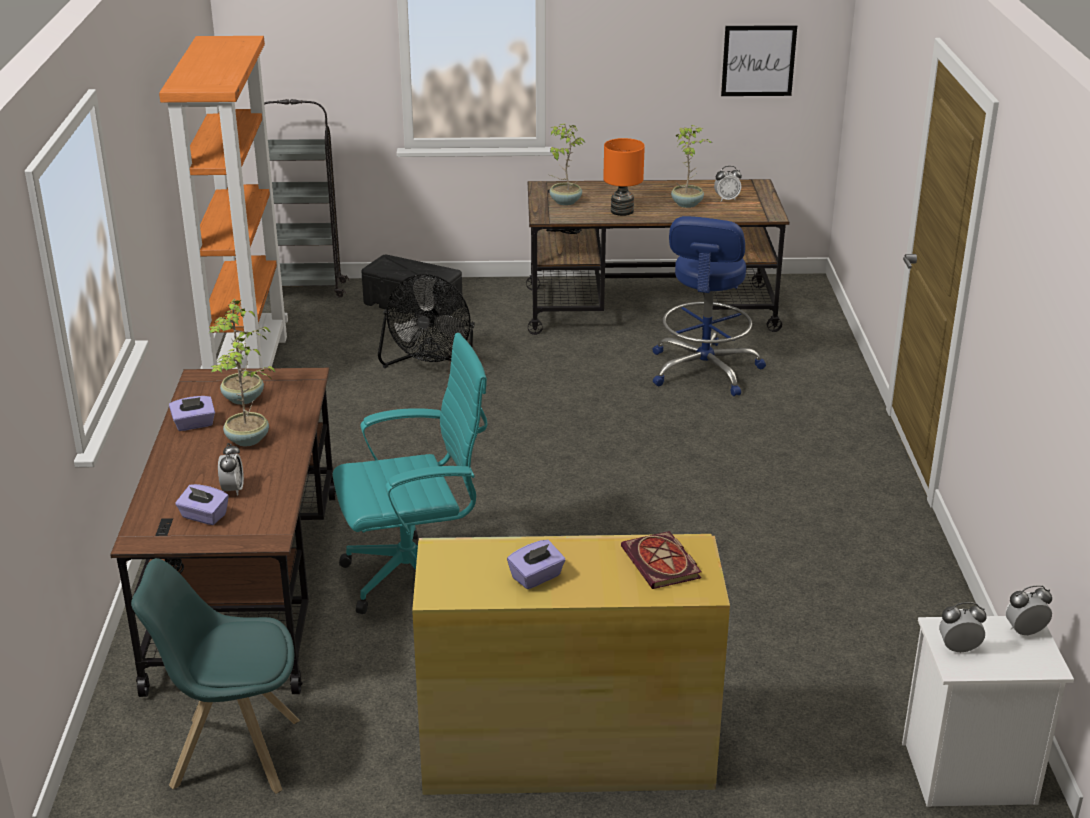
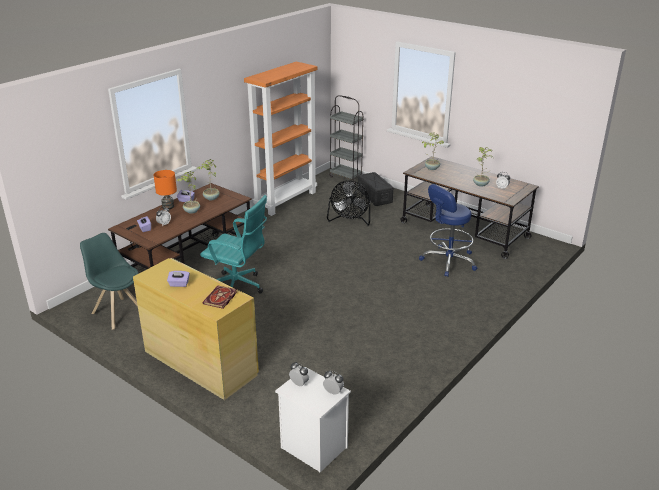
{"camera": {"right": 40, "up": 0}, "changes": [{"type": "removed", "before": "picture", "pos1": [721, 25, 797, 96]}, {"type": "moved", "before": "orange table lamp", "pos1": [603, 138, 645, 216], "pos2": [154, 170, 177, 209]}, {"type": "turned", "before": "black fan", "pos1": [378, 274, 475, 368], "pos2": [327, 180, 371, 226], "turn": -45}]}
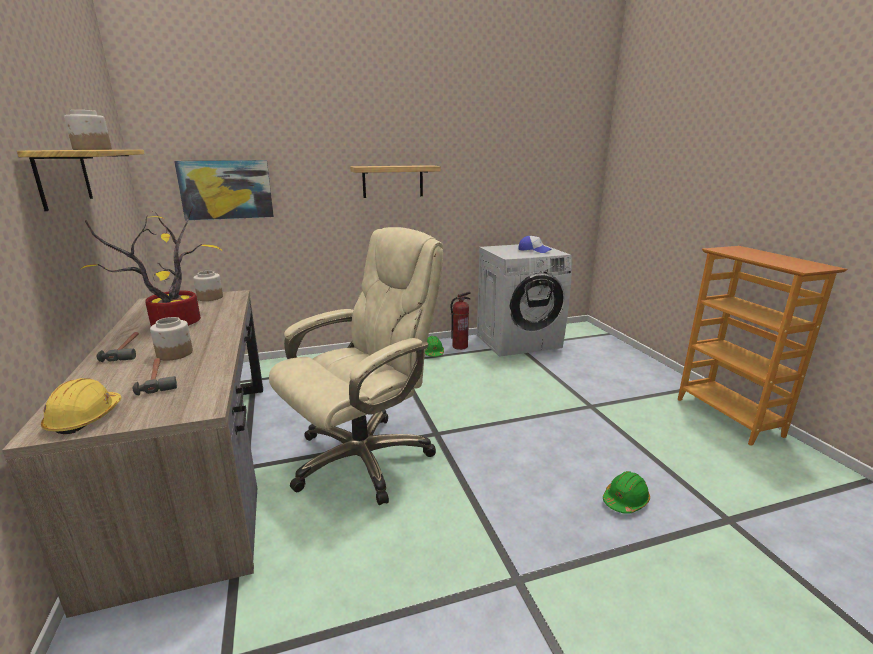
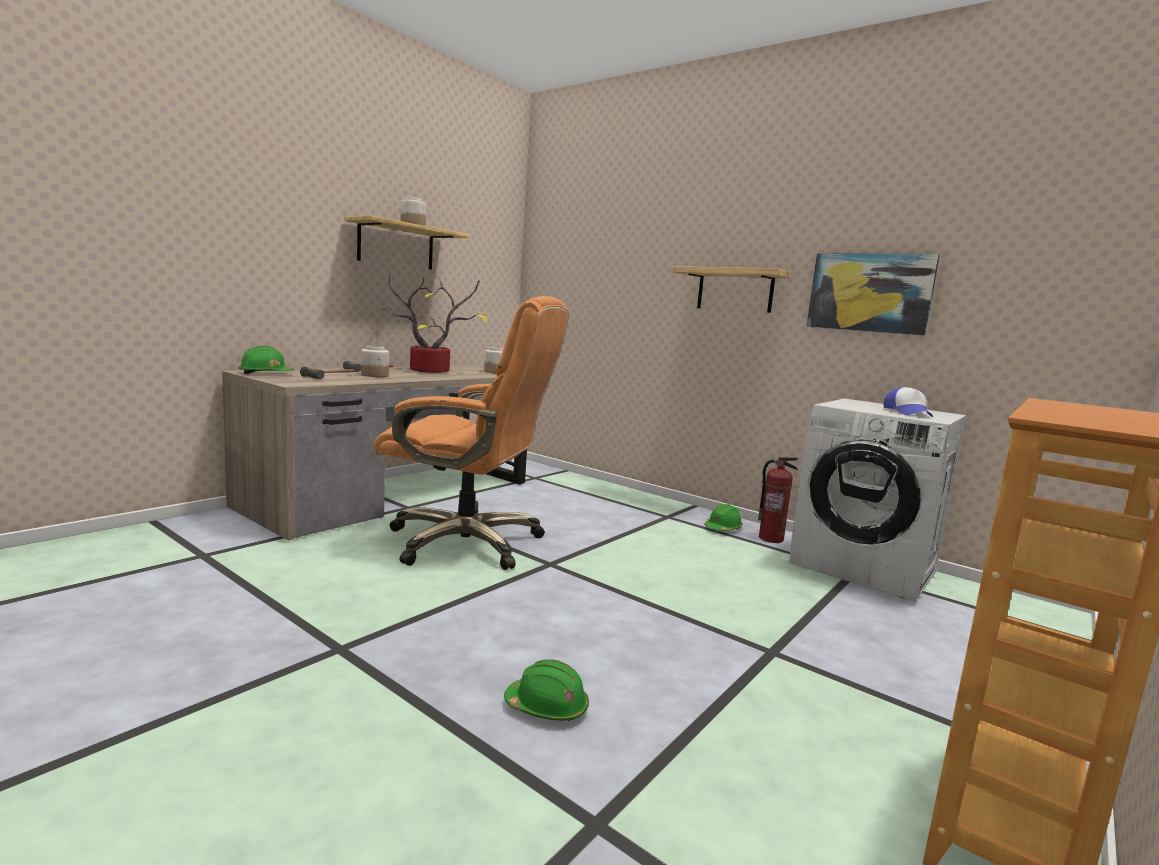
{"camera": {"right": 55, "up": -10}, "changes": [{"type": "moved", "before": "picture", "pos1": [174, 160, 274, 221], "pos2": [807, 253, 940, 336]}, {"type": "recoloured", "before": "beige office chair", "after": "orange office chair", "pos1": [269, 227, 443, 505], "pos2": [374, 296, 569, 570]}, {"type": "recoloured", "before": "yellow hard hat", "after": "green hard hat", "pos1": [41, 378, 122, 434], "pos2": [238, 346, 294, 374]}]}
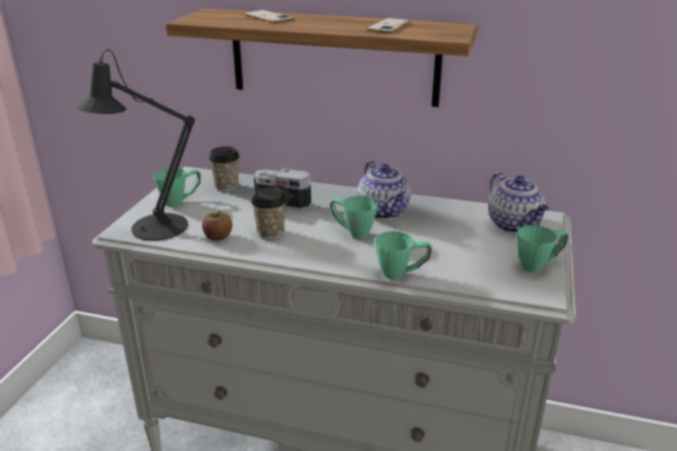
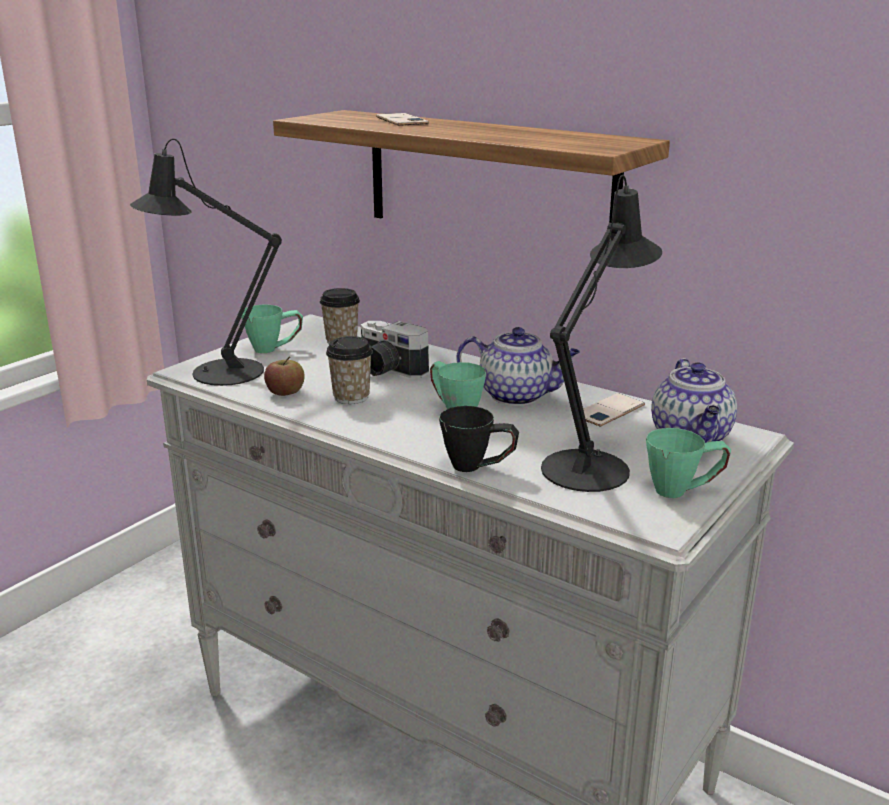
{"camera": {"right": 20, "up": -5}, "changes": [{"type": "moved", "before": "phone", "pos1": [366, 18, 411, 33], "pos2": [583, 393, 645, 427]}, {"type": "turned", "before": "teapot", "pos1": [357, 161, 411, 219], "pos2": [457, 327, 580, 406], "turn": -75}, {"type": "recoloured", "before": "green mug", "after": "black mug", "pos1": [375, 231, 433, 279], "pos2": [439, 406, 519, 472]}, {"type": "added", "after": "black table lamp", "pos2": [541, 175, 662, 492]}]}
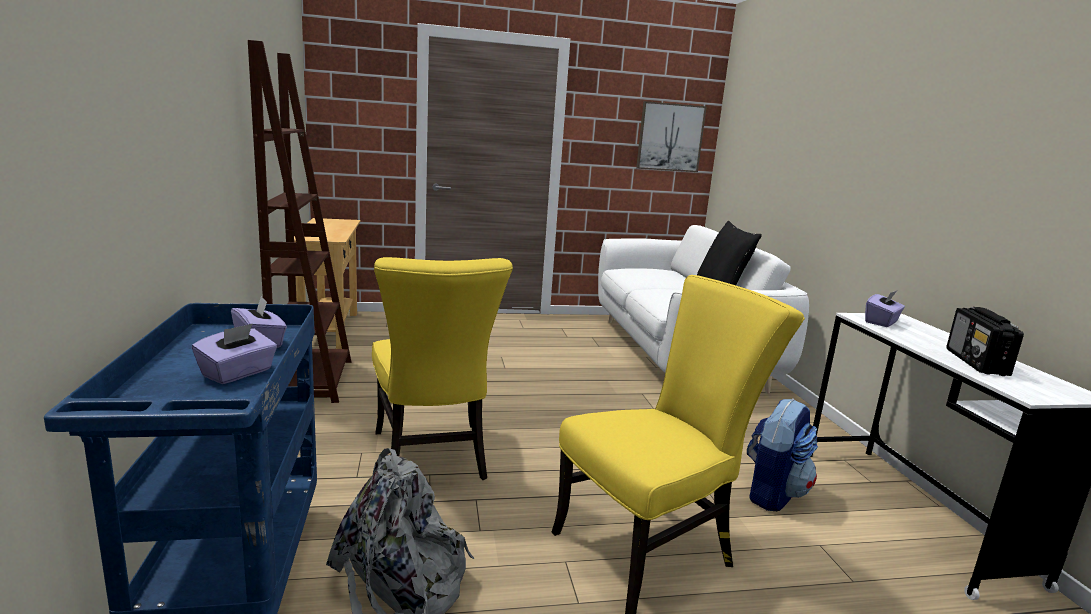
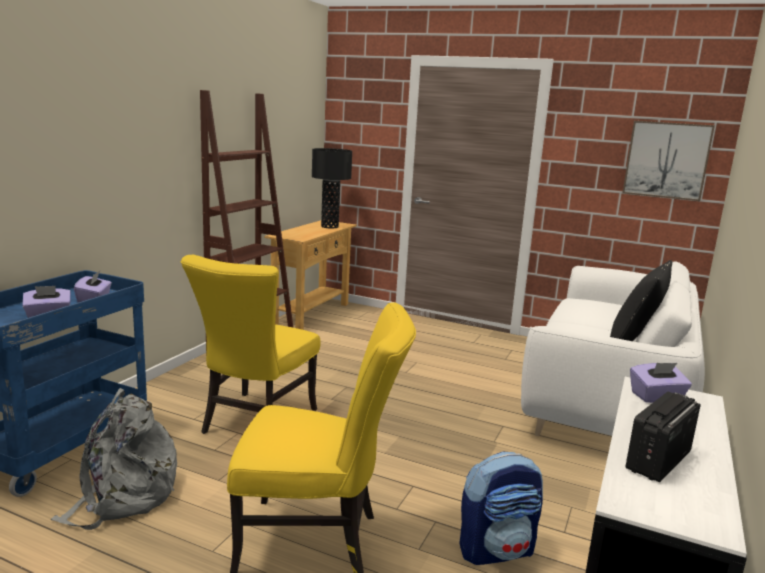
{"camera": {"right": 35, "up": 0}, "changes": [{"type": "added", "after": "black table lamp", "pos2": [312, 148, 352, 229]}]}
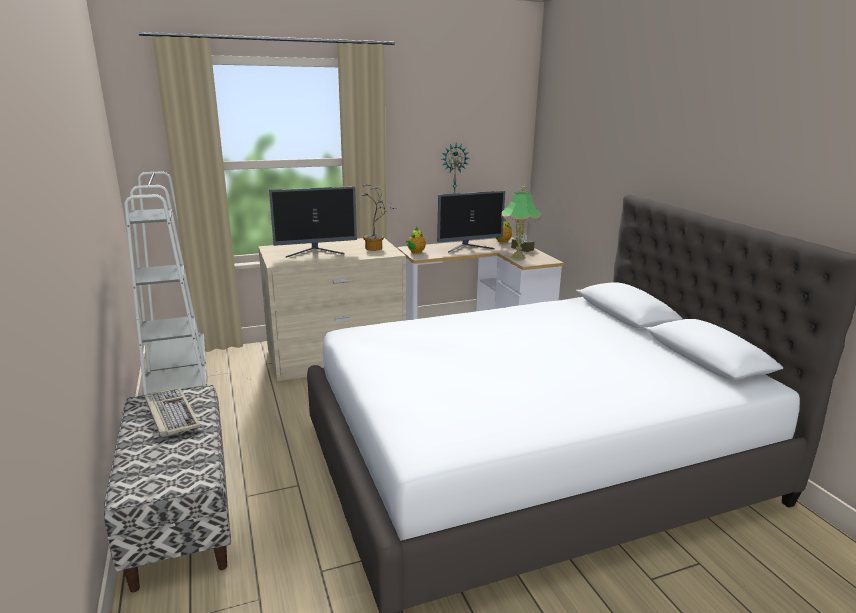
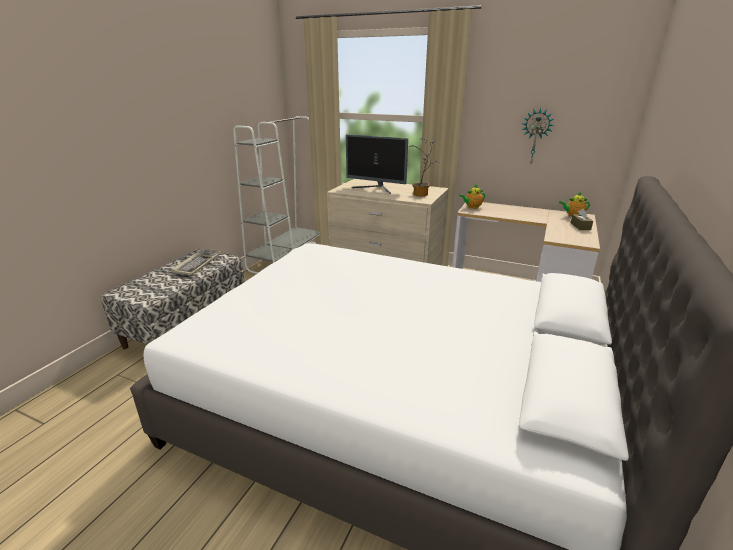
{"camera": {"right": 45, "up": 5}, "changes": [{"type": "removed", "before": "table lamp", "pos1": [501, 186, 541, 260]}, {"type": "removed", "before": "monitor", "pos1": [437, 191, 505, 253]}]}
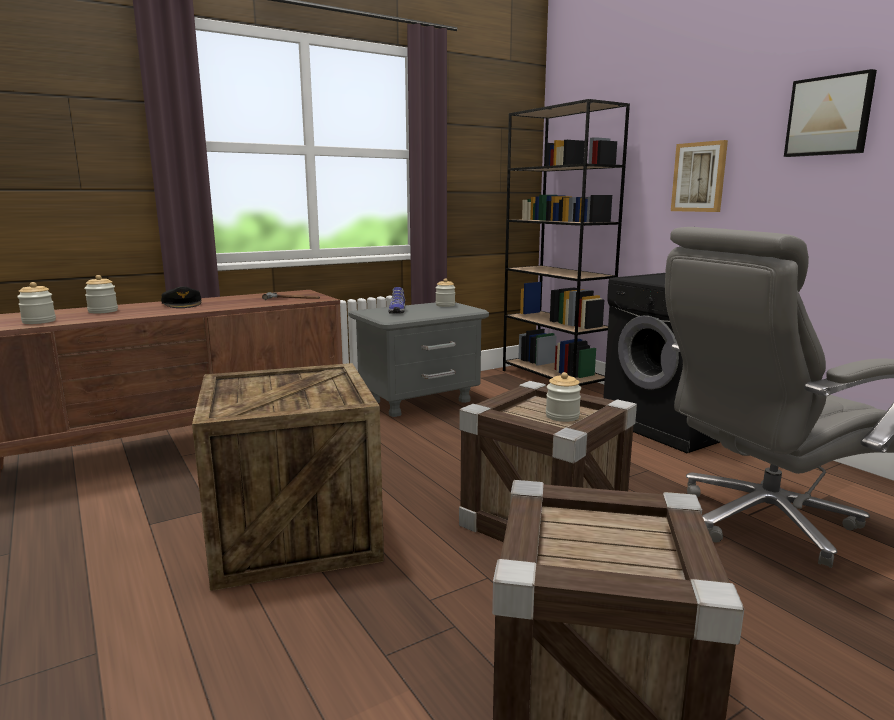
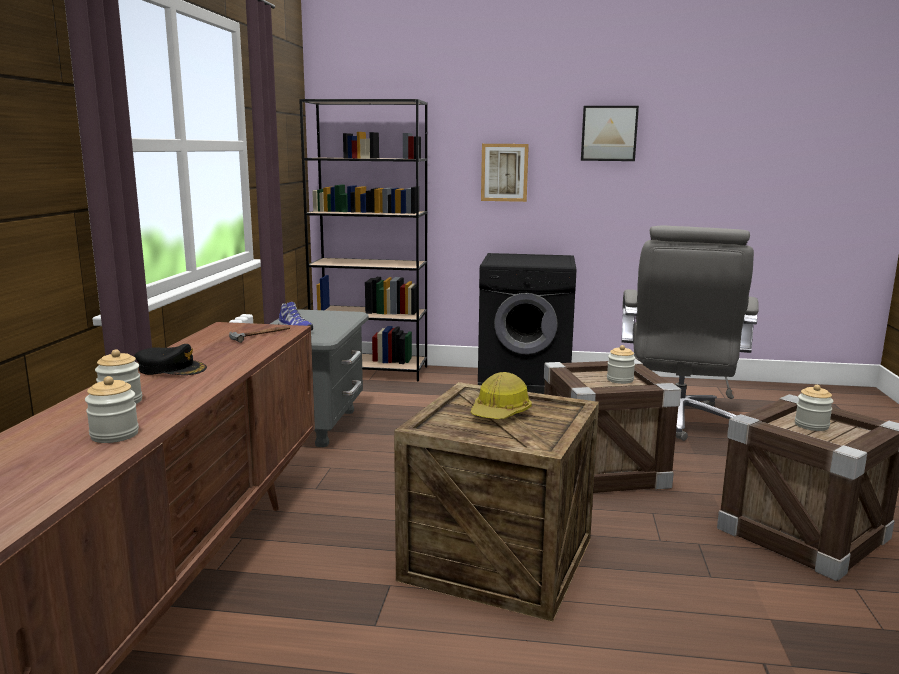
{"camera": {"right": -50, "up": 0}, "changes": [{"type": "moved", "before": "jar", "pos1": [436, 278, 455, 307], "pos2": [795, 385, 833, 431]}, {"type": "added", "after": "hard hat", "pos2": [470, 372, 532, 419]}]}
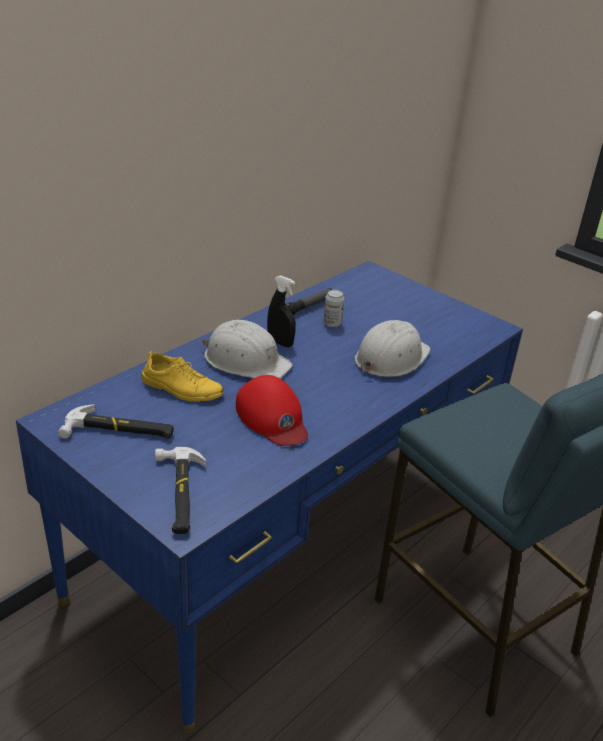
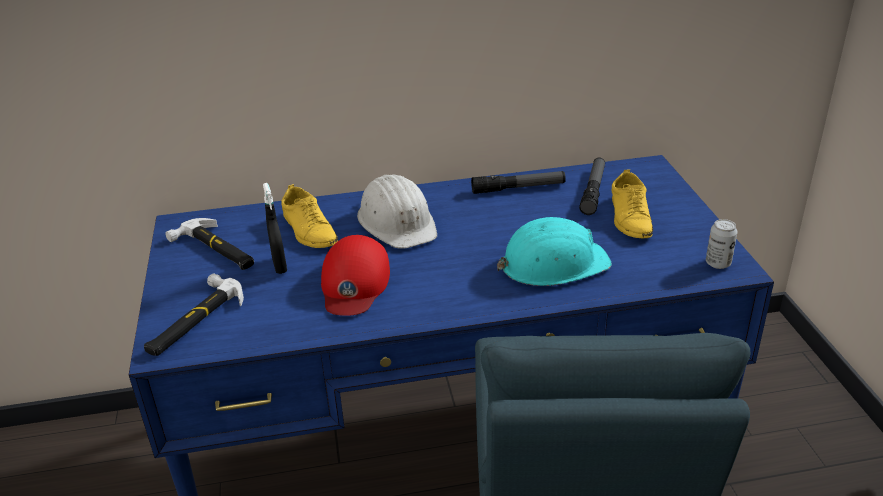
{"camera": {"right": 40, "up": 0}, "changes": [{"type": "moved", "before": "black spray bottle", "pos1": [267, 275, 296, 347], "pos2": [263, 183, 287, 274]}, {"type": "moved", "before": "can", "pos1": [323, 290, 344, 327], "pos2": [706, 219, 738, 269]}, {"type": "recoloured", "before": "white hard hat", "after": "turquoise hard hat", "pos1": [355, 320, 431, 377], "pos2": [496, 217, 612, 286]}, {"type": "added", "after": "flashlight", "pos2": [579, 158, 605, 215]}, {"type": "added", "after": "yellow shoe", "pos2": [611, 169, 653, 238]}]}
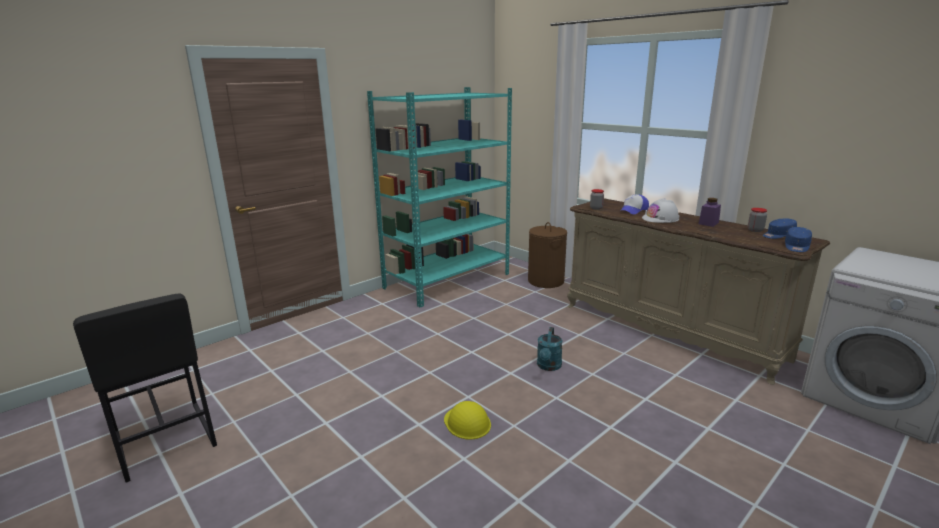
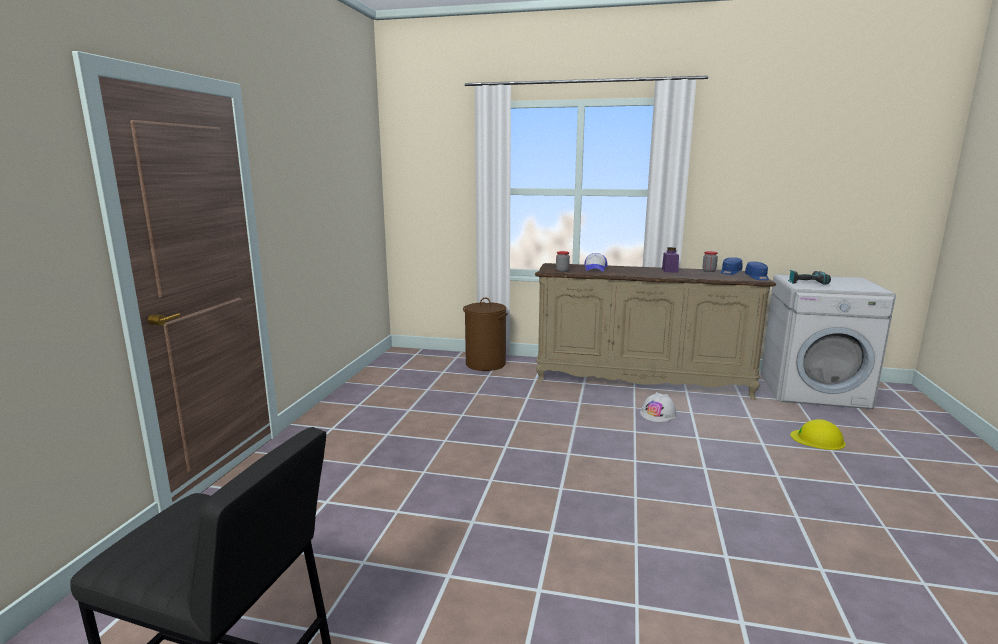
{"camera": {"right": -35, "up": -5}, "changes": [{"type": "removed", "before": "turquoise bookcase", "pos1": [367, 87, 512, 307]}, {"type": "moved", "before": "white hard hat", "pos1": [642, 198, 679, 223], "pos2": [640, 392, 677, 422]}, {"type": "removed", "before": "turquoise watering can", "pos1": [537, 327, 563, 371]}, {"type": "moved", "before": "yellow hard hat", "pos1": [444, 401, 491, 439], "pos2": [790, 419, 845, 450]}, {"type": "added", "after": "power drill", "pos2": [788, 270, 831, 285]}]}
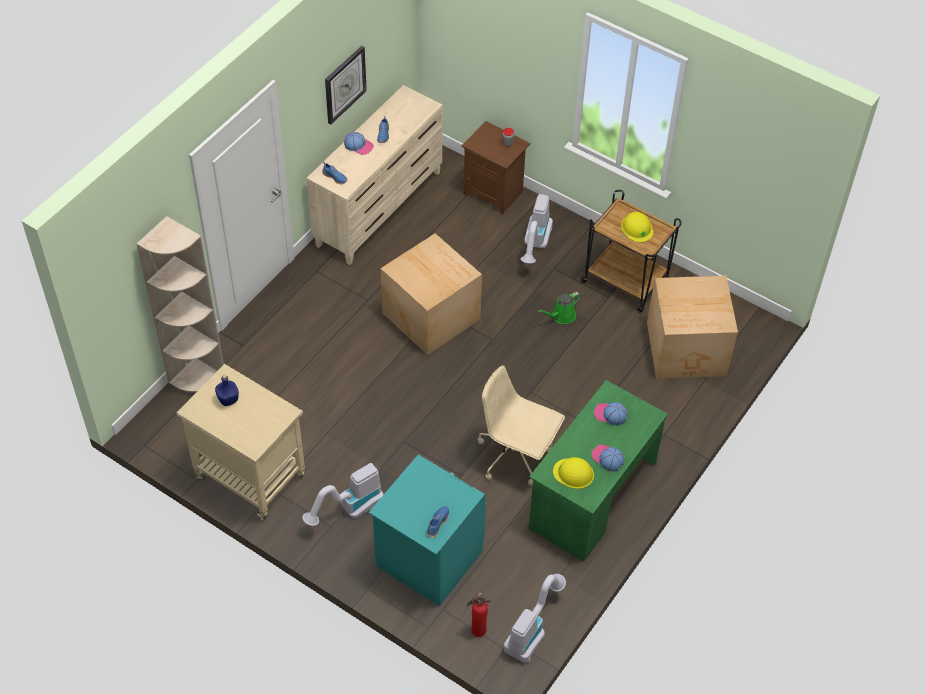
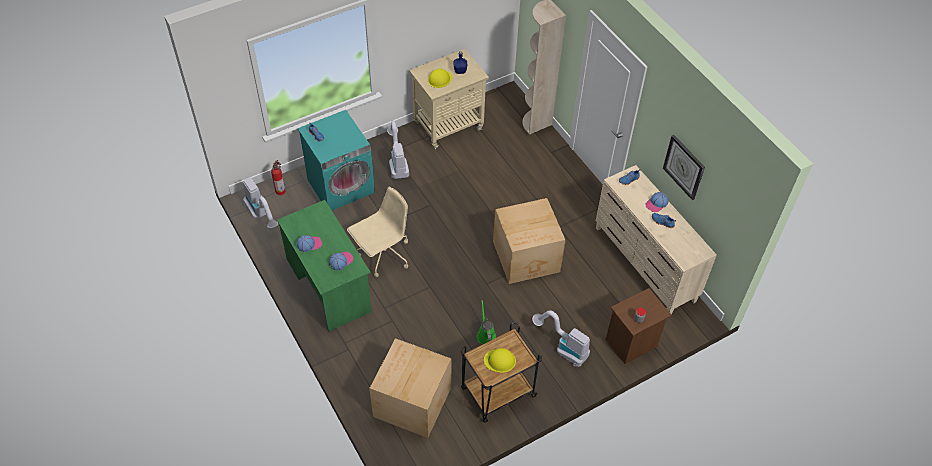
{"camera": {"right": 115, "up": 0}, "changes": [{"type": "moved", "before": "yellow hard hat", "pos1": [553, 457, 594, 489], "pos2": [428, 69, 452, 88]}]}
